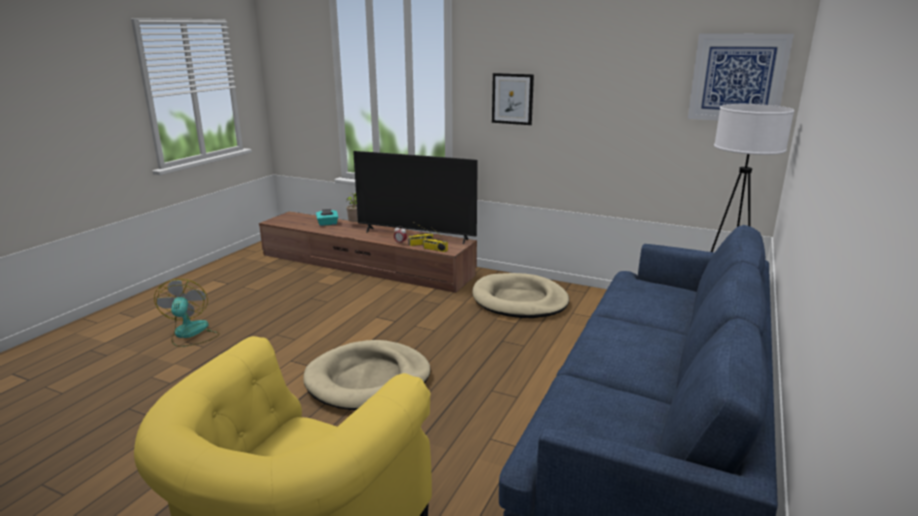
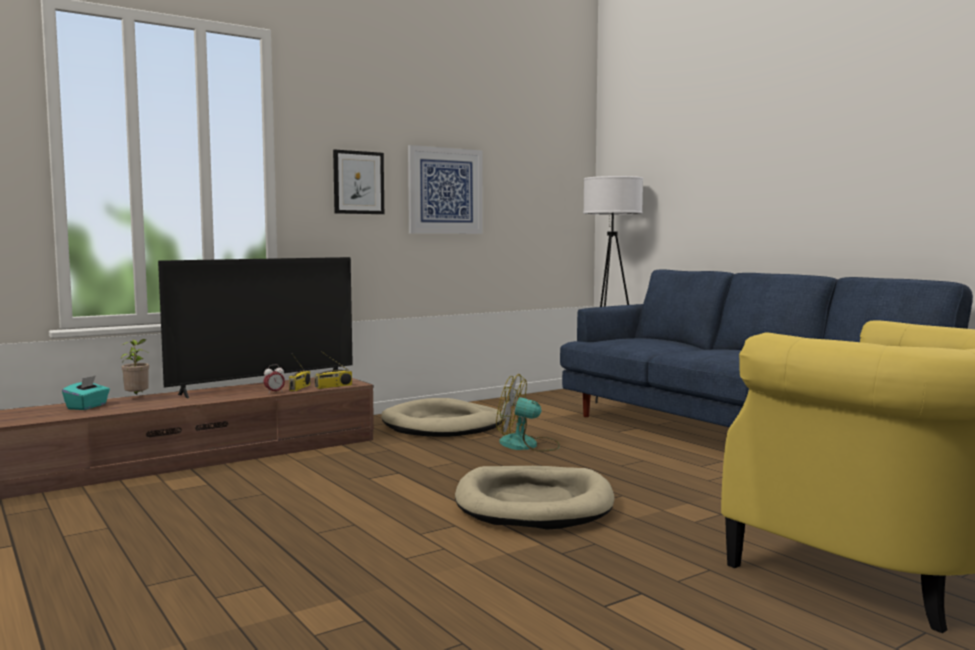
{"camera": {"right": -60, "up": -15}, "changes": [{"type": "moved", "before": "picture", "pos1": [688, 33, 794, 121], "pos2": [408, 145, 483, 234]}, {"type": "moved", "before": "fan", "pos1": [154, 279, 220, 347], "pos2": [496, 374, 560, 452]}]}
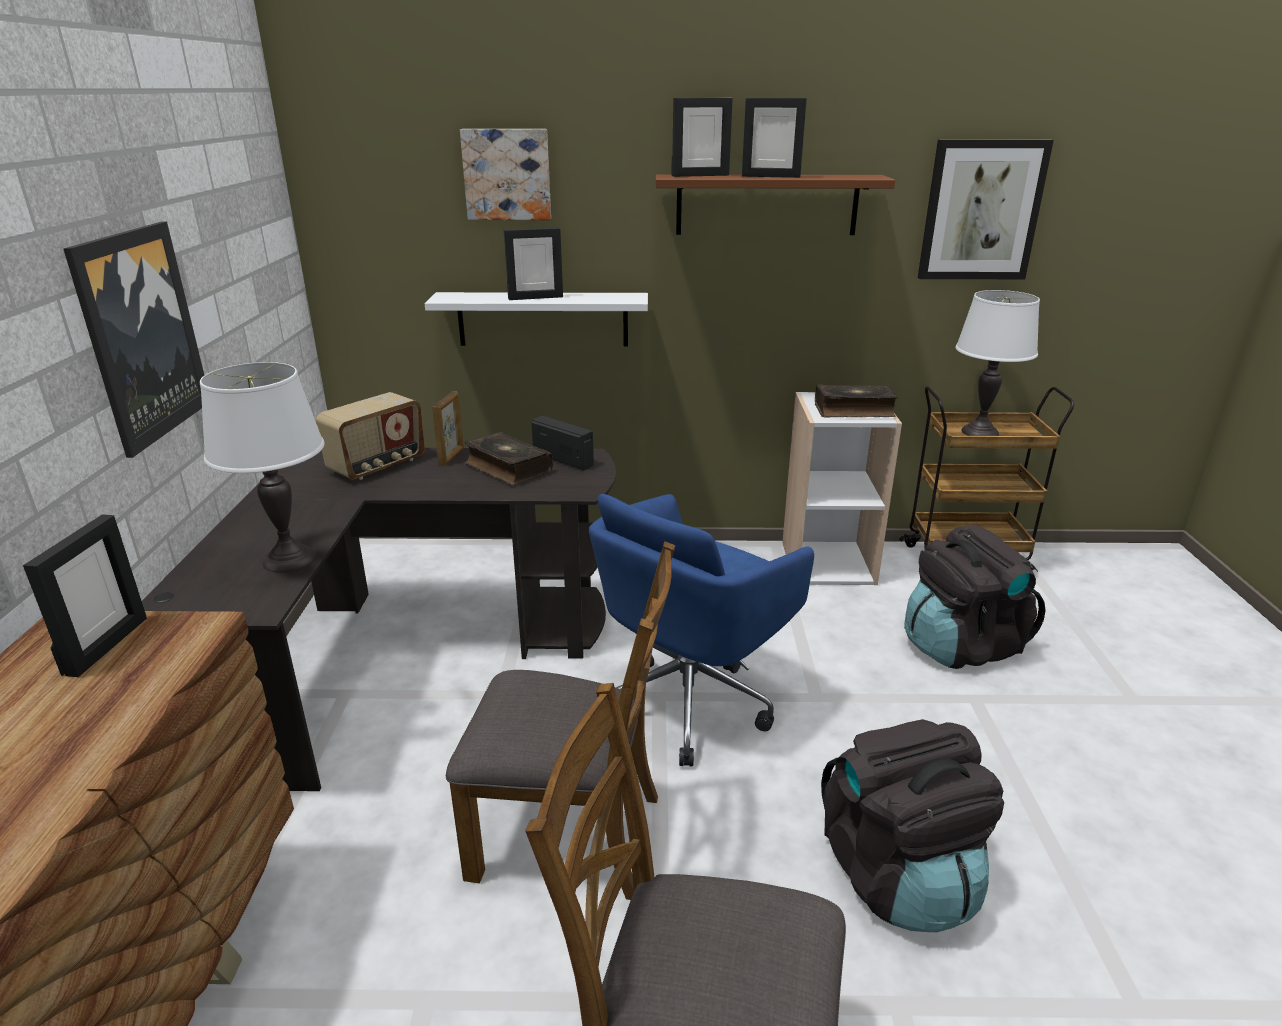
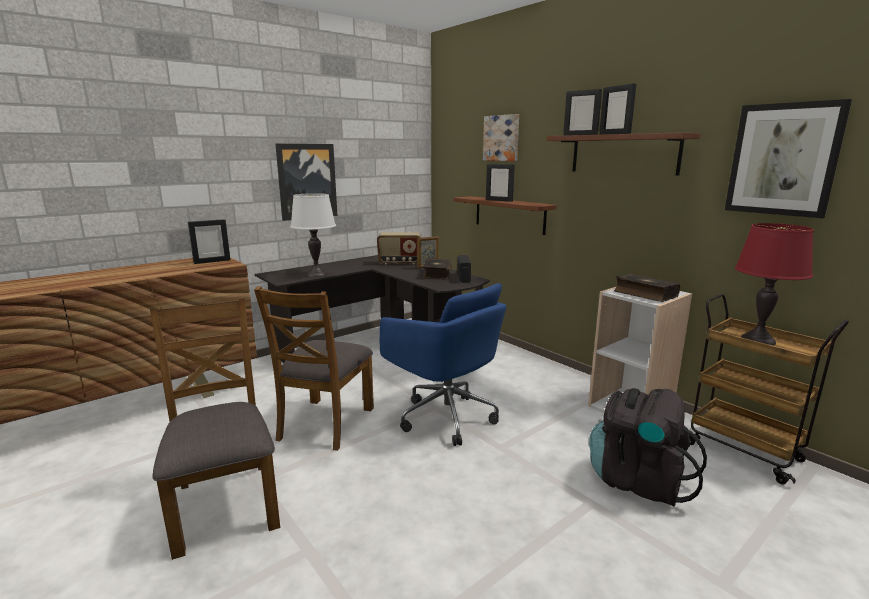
{"camera": {"right": 50, "up": -10}, "changes": [{"type": "recoloured", "before": "white table lamp", "after": "red table lamp", "pos1": [955, 290, 1040, 436], "pos2": [735, 223, 814, 345]}, {"type": "recoloured", "before": "white shelf", "after": "brown shelf", "pos1": [425, 292, 648, 346], "pos2": [453, 196, 557, 235]}, {"type": "turned", "before": "blue office chair", "pos1": [589, 494, 814, 767], "pos2": [380, 283, 506, 446], "turn": -135}, {"type": "turned", "before": "brown chair", "pos1": [446, 541, 675, 900], "pos2": [254, 286, 374, 451], "turn": 45}, {"type": "removed", "before": "black backpack", "pos1": [821, 719, 1004, 932]}]}
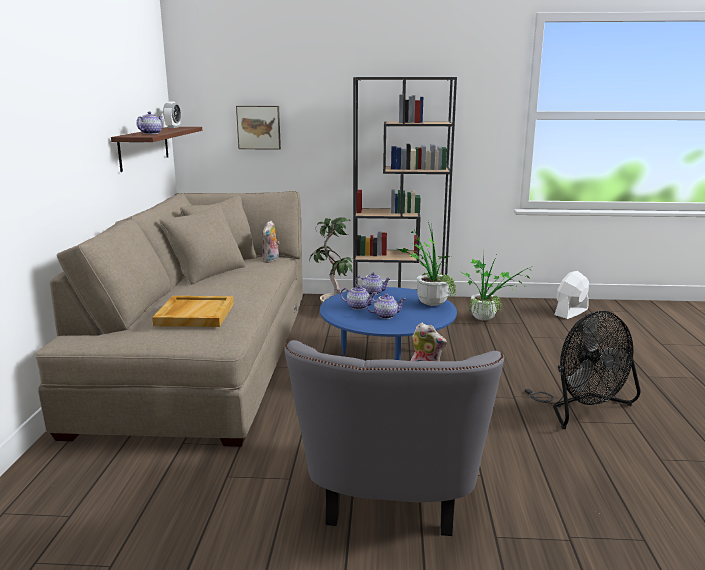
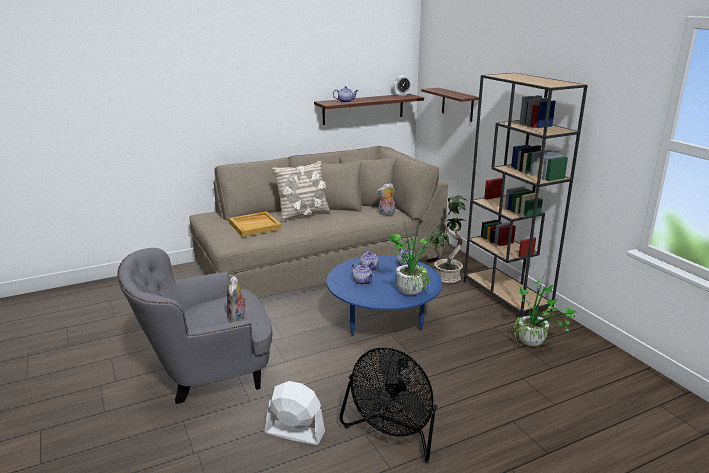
{"camera": {"right": 60, "up": 5}, "changes": [{"type": "replaced", "before": "picture", "after": "shelf", "pos1": [236, 106, 281, 150], "pos2": [421, 88, 479, 122]}, {"type": "moved", "before": "white fan", "pos1": [554, 271, 589, 319], "pos2": [265, 381, 325, 445]}, {"type": "added", "after": "beige pillow", "pos2": [272, 161, 330, 222]}]}
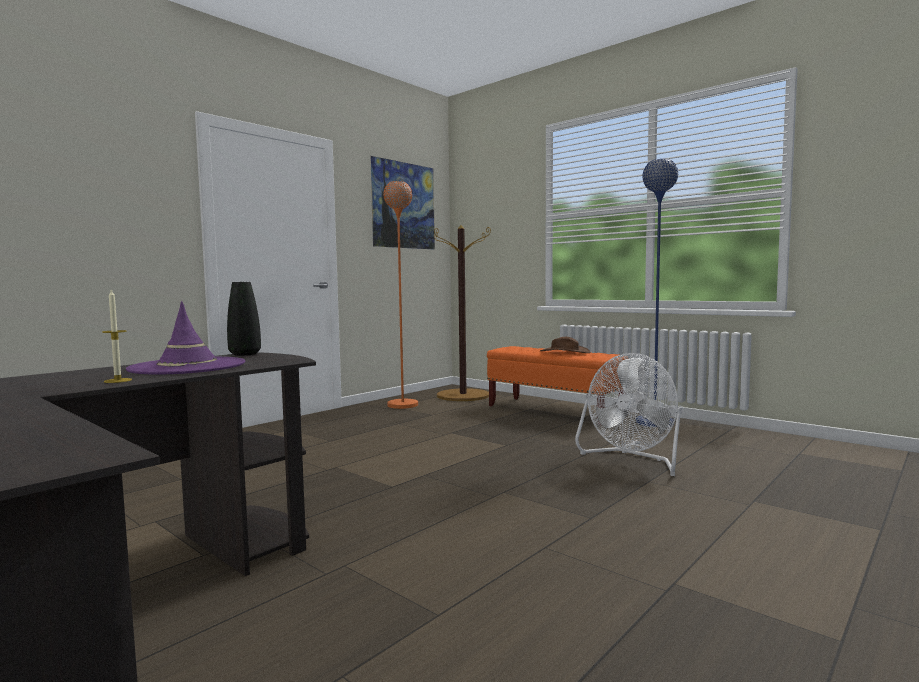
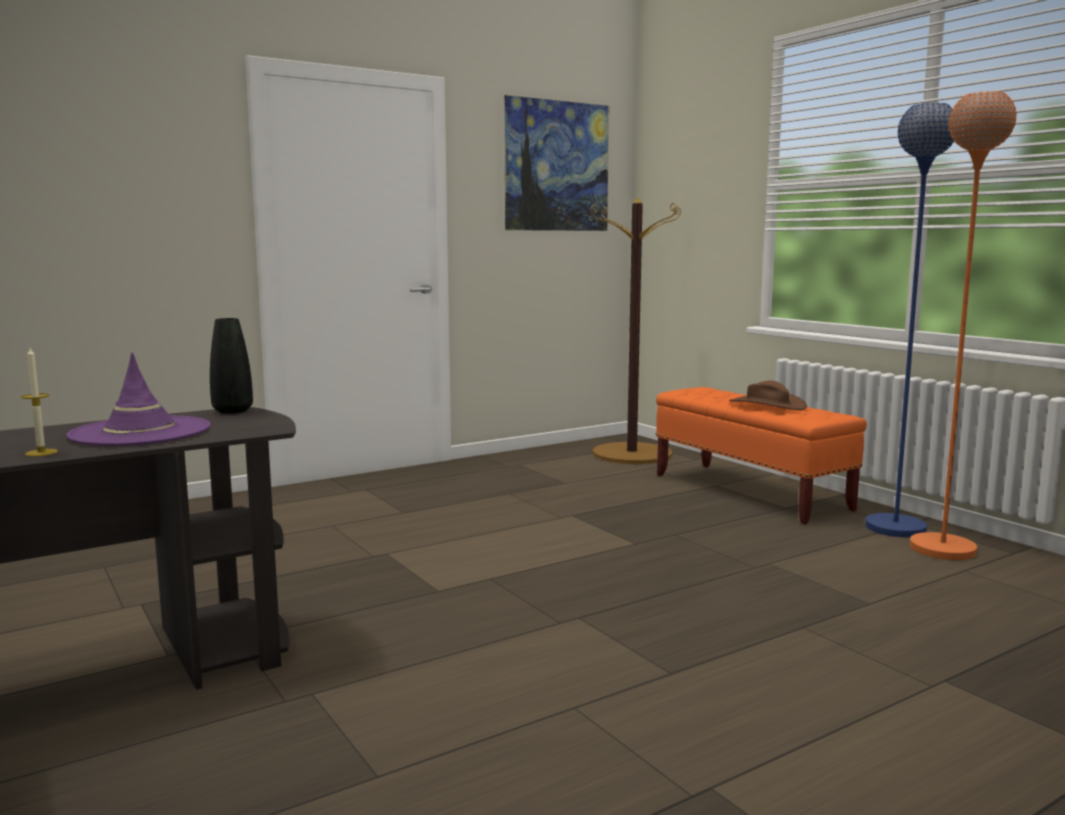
{"camera": {"right": 15, "up": 5}, "changes": [{"type": "moved", "before": "orange floor lamp", "pos1": [383, 181, 418, 409], "pos2": [910, 91, 1016, 560]}, {"type": "removed", "before": "white fan", "pos1": [575, 353, 683, 476]}]}
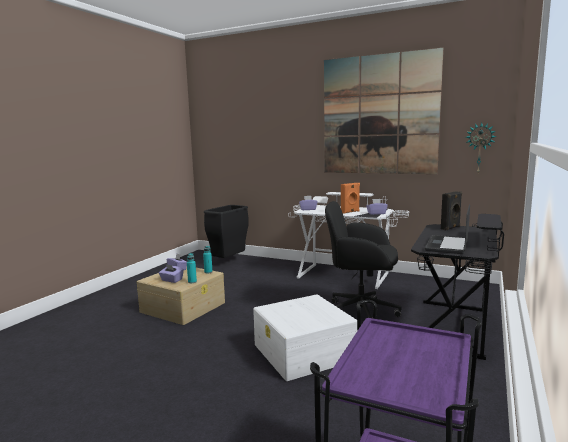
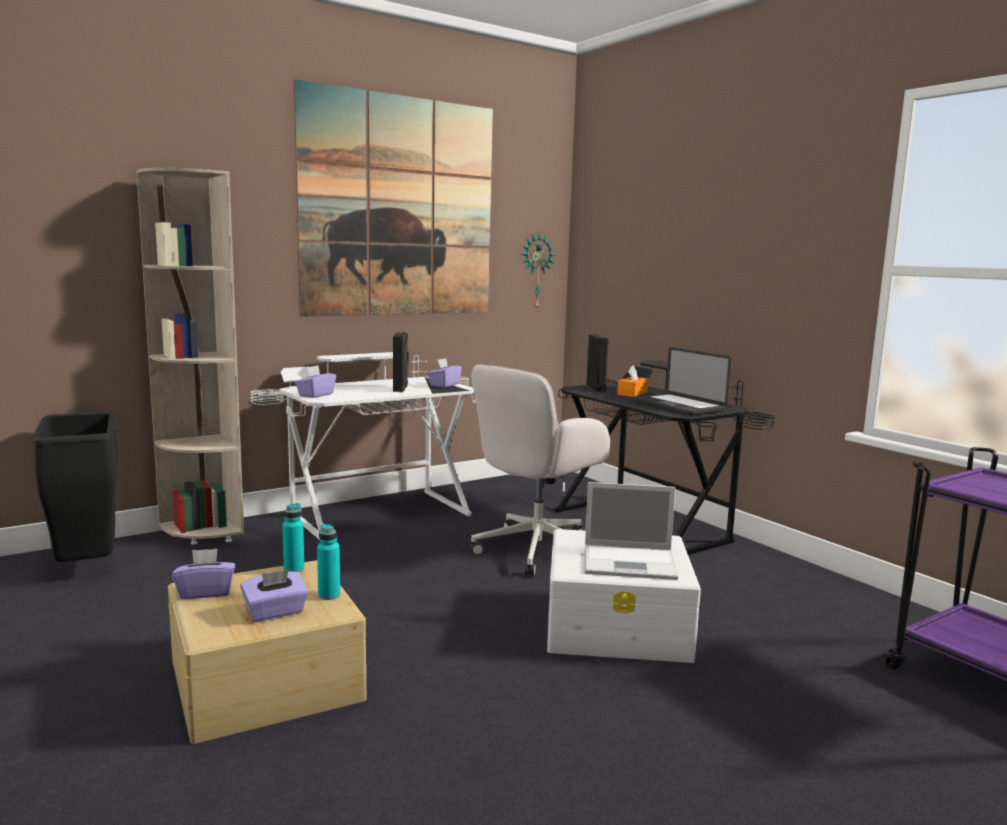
{"camera": {"right": -60, "up": 0}, "changes": [{"type": "recoloured", "before": "orange speaker", "after": "black speaker", "pos1": [341, 183, 360, 214], "pos2": [393, 332, 409, 392]}, {"type": "recoloured", "before": "black office chair", "after": "white office chair", "pos1": [325, 201, 402, 318], "pos2": [471, 364, 610, 576]}, {"type": "added", "after": "beige bookcase", "pos2": [137, 168, 244, 545]}, {"type": "added", "after": "orange tissue box", "pos2": [617, 366, 649, 397]}, {"type": "added", "after": "laptop", "pos2": [585, 482, 678, 580]}]}
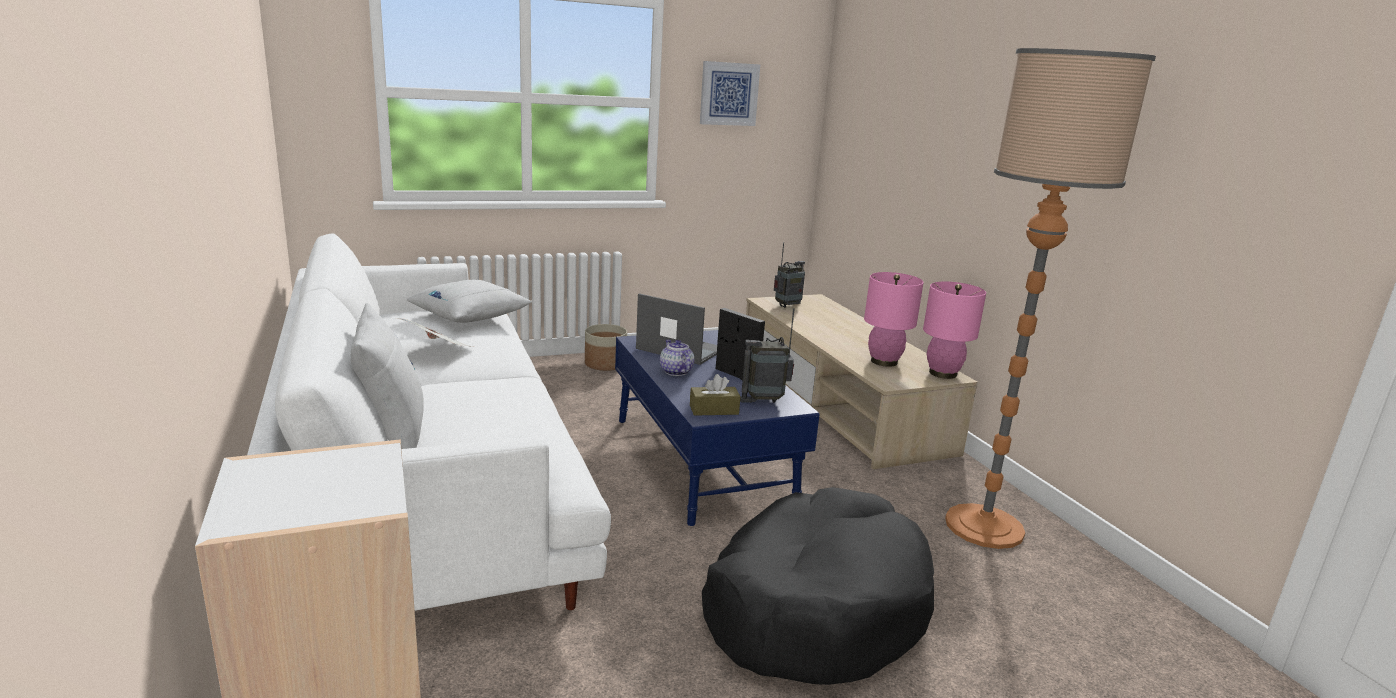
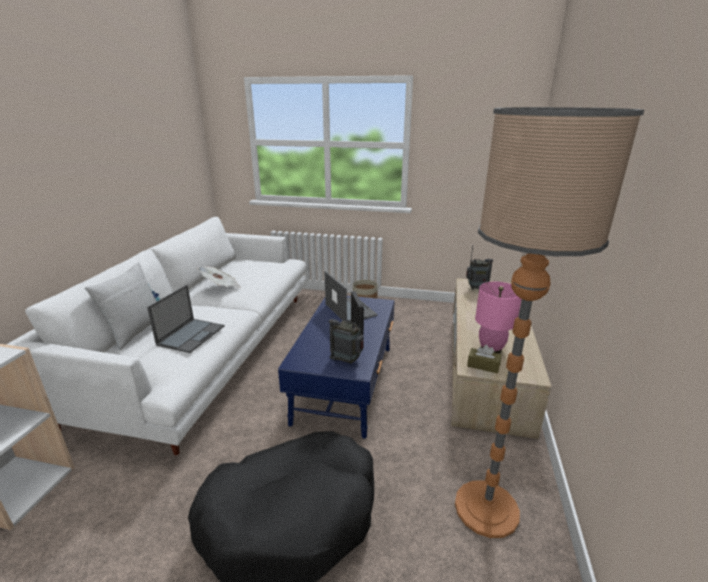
{"camera": {"right": 35, "up": 5}, "changes": [{"type": "removed", "before": "picture", "pos1": [700, 61, 760, 126]}, {"type": "removed", "before": "grey pillow", "pos1": [407, 280, 532, 323]}, {"type": "removed", "before": "pink table lamp", "pos1": [923, 281, 986, 379]}, {"type": "removed", "before": "teapot", "pos1": [660, 340, 694, 376]}, {"type": "moved", "before": "brown tissue box", "pos1": [690, 374, 741, 416], "pos2": [467, 345, 501, 374]}, {"type": "added", "after": "laptop", "pos2": [147, 285, 224, 353]}]}
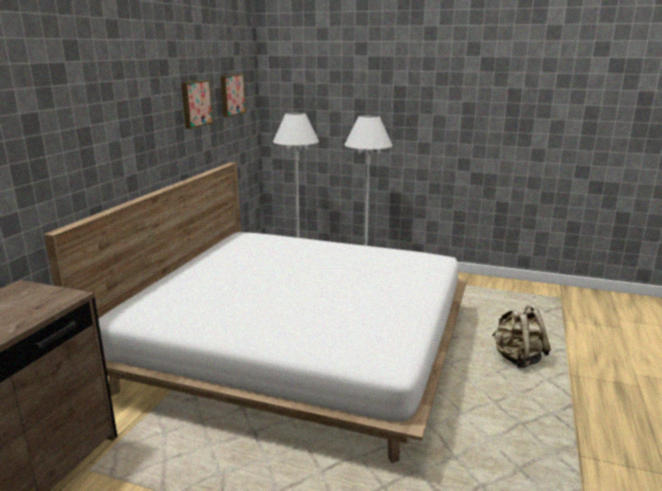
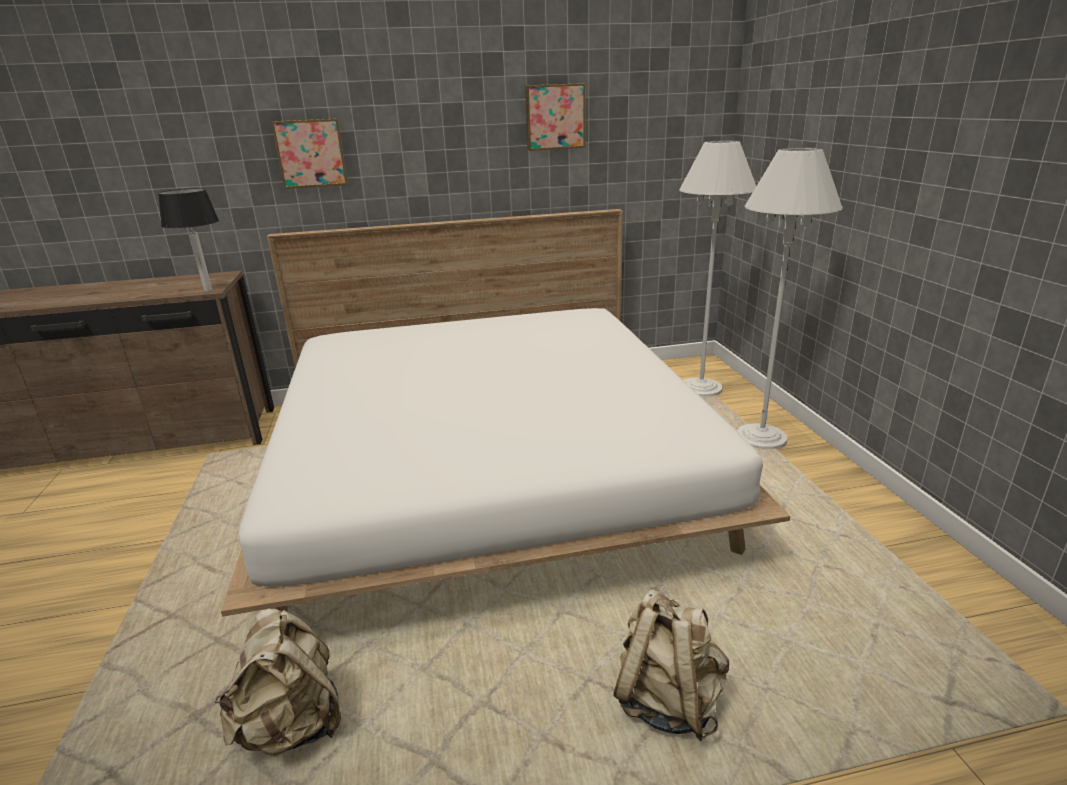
{"camera": {"right": 60, "up": 5}, "changes": [{"type": "moved", "before": "picture", "pos1": [221, 74, 246, 117], "pos2": [271, 118, 348, 189]}, {"type": "added", "after": "table lamp", "pos2": [158, 188, 219, 292]}, {"type": "added", "after": "beige backpack", "pos2": [215, 608, 341, 757]}]}
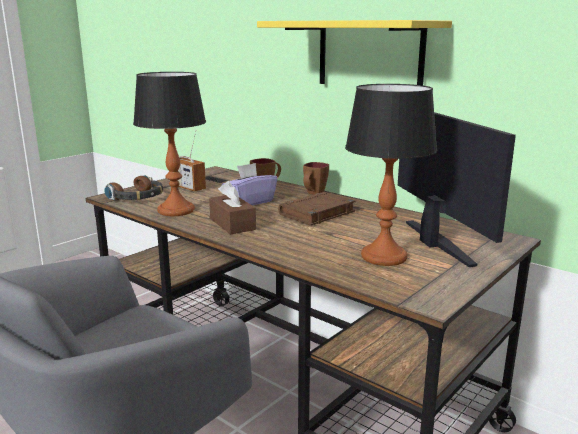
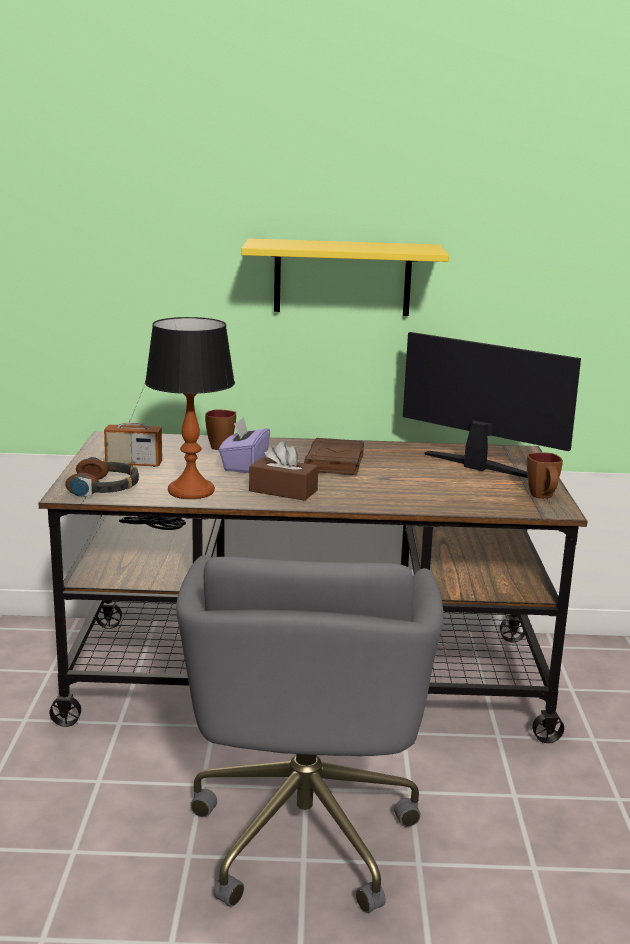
{"camera": {"right": -40, "up": 0}, "changes": [{"type": "removed", "before": "table lamp", "pos1": [345, 84, 437, 266]}, {"type": "moved", "before": "brown mug", "pos1": [303, 162, 329, 195], "pos2": [527, 452, 563, 498]}]}
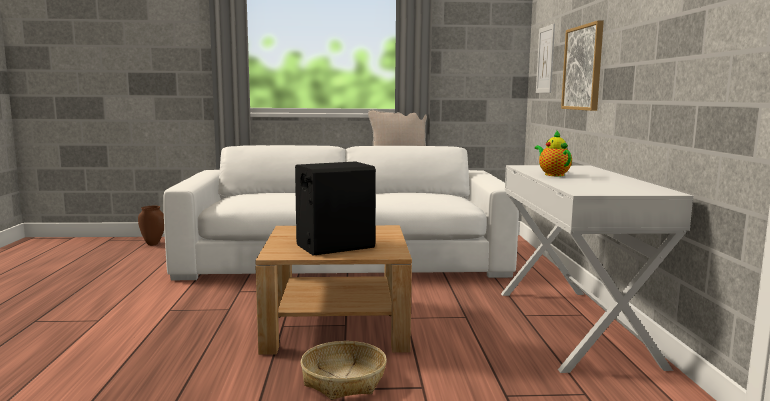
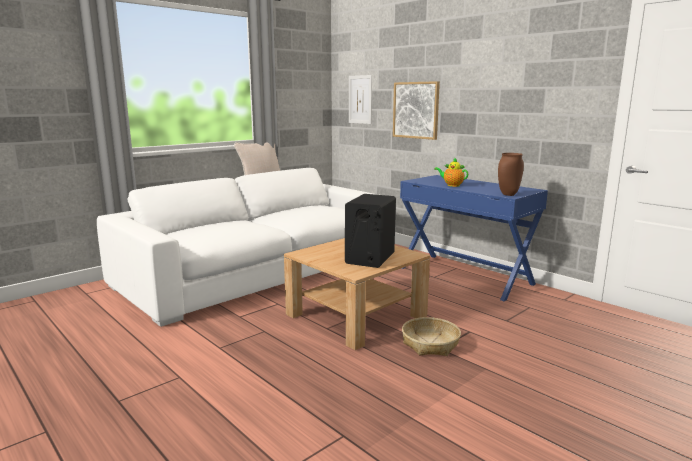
{"camera": {"right": -40, "up": 5}, "changes": [{"type": "recoloured", "before": "white console table", "after": "blue console table", "pos1": [501, 165, 693, 373], "pos2": [400, 175, 548, 301]}, {"type": "moved", "before": "brown vase", "pos1": [138, 206, 164, 246], "pos2": [498, 153, 524, 196]}]}
